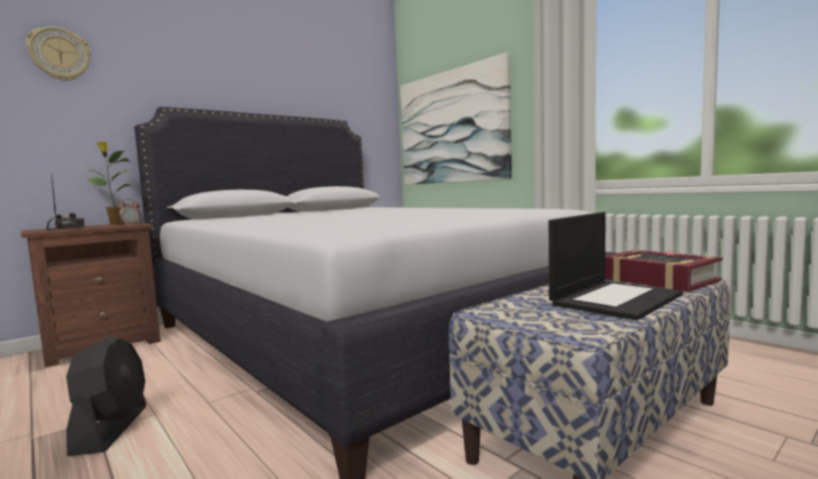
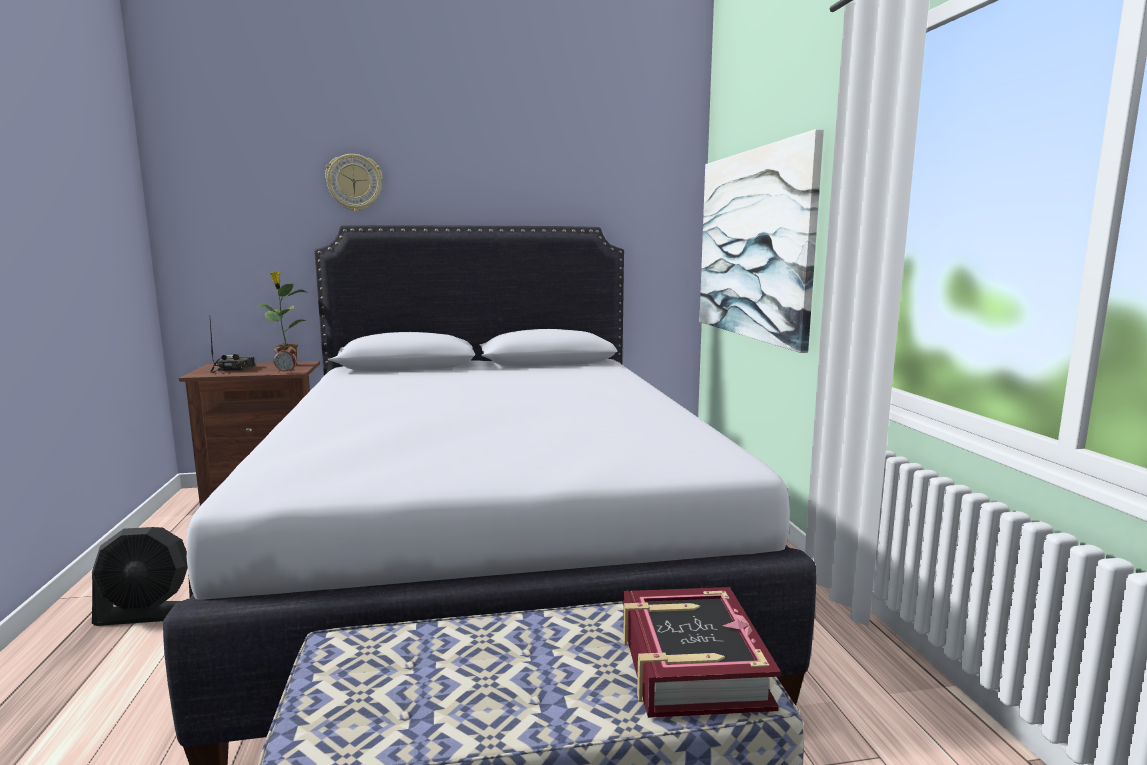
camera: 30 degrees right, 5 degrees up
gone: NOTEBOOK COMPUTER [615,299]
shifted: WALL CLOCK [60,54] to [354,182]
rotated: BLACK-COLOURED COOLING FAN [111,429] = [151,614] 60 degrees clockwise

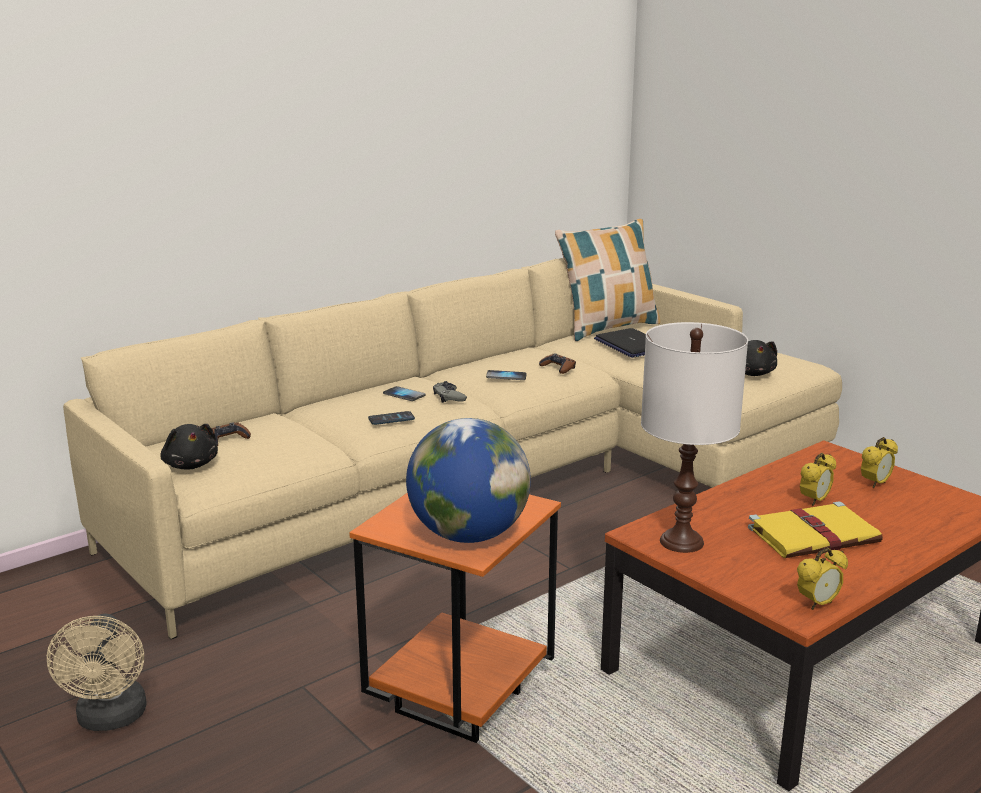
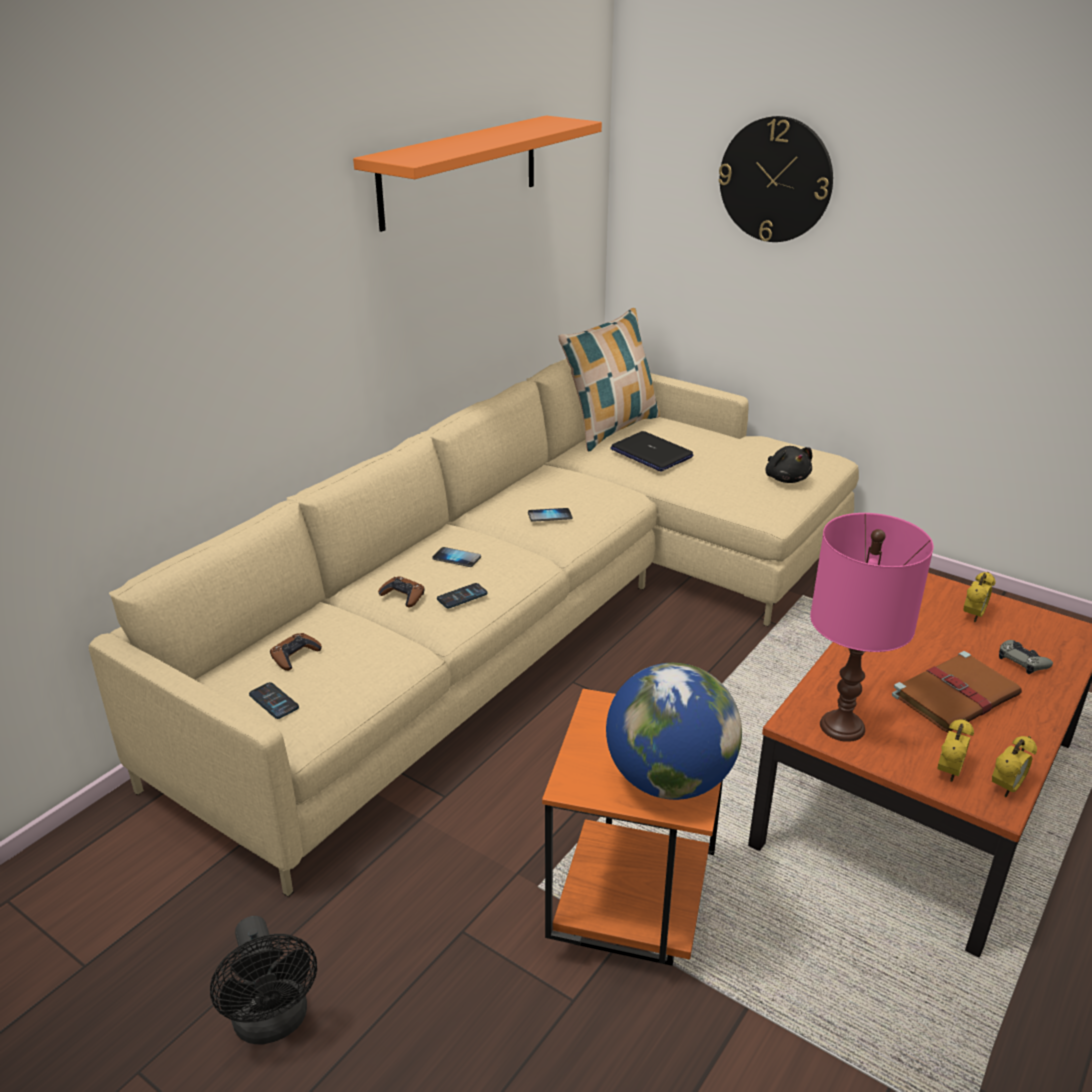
camera: 15 degrees left, 10 degrees up
new: ORANGEY WALL SHELF [460,171]; WALL CLOCK [775,180]
shifted: GREY GAME CONTROLLER [449,397] to [1022,661]; BROWN GAME CONTROLLER [558,368] to [403,596]; TABLE CLOCK [814,501] to [949,772]
swapped: BLACK-COLOURED PLUSH TOY [191,465] to HANDSET [274,701]
repainted: BEIGE-COLOURED COOLING FAN [111,719] to BLACK-COLOURED COOLING FAN [273,1023]; WHITE LAMP FOR A TABLE [681,542] to PINKISH LAMP FOR A TABLE [841,727]; YELLOWISH BOUND BOOK [815,535] to BROWN BOUND BOOK [956,695]

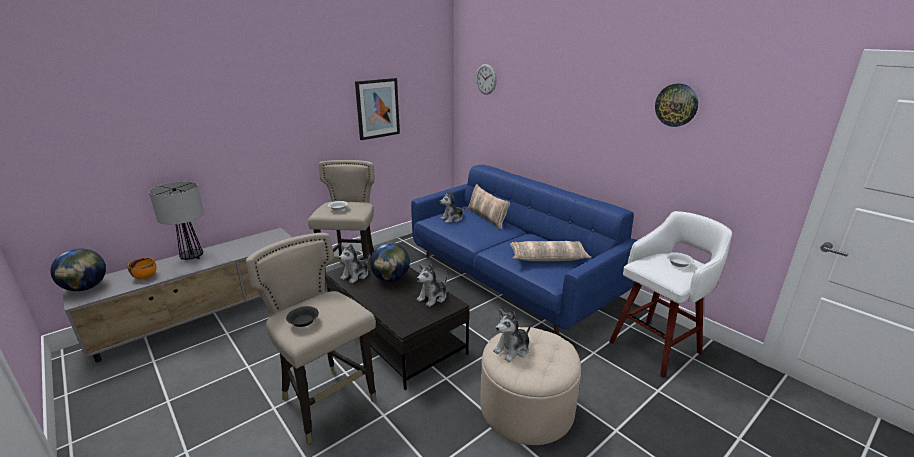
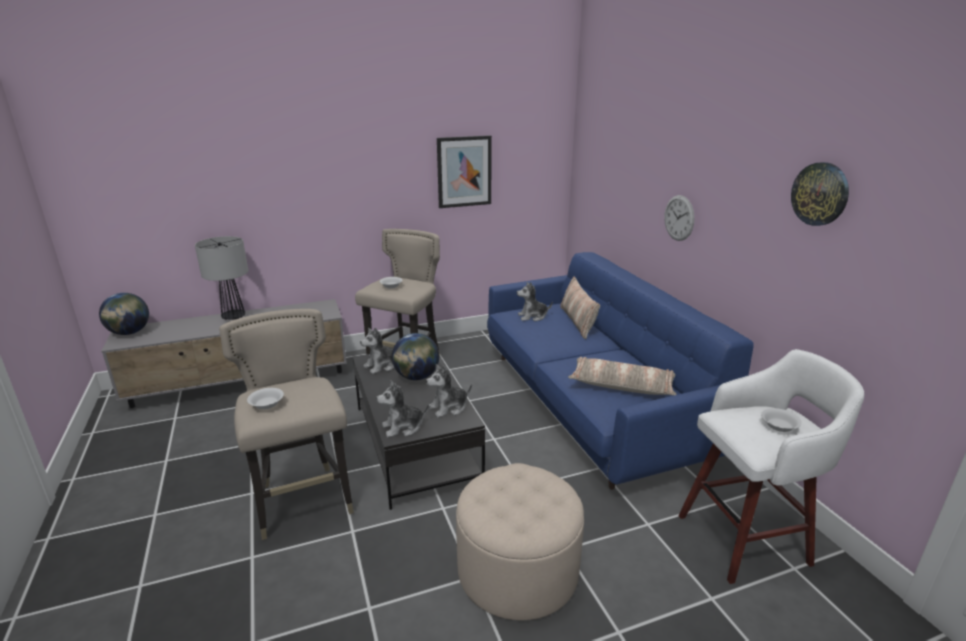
camera: 20 degrees right, 0 degrees up
gone: ORANGEY BOWL [145,276]
shifted: WALL CLOCK [486,79] to [679,218]; PLUSH TOY [512,349] to [403,427]
repainted: BLACK-COLOURED BOWL [304,322] to WHITE BOWL [267,404]

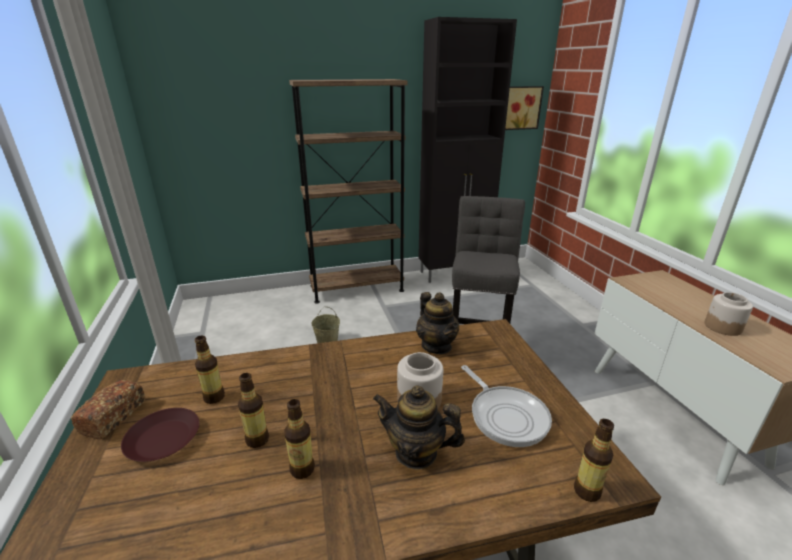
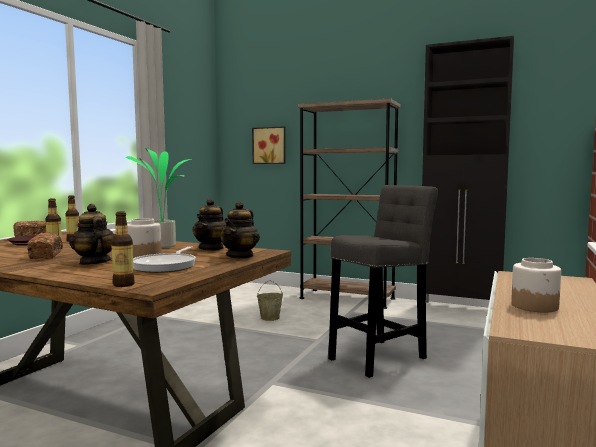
camera: 40 degrees right, 20 degrees down
new: PLANT IN A POT [163,246]; TEA POT [240,256]
shifted: WALL ART [520,108] to [269,145]
swapped: DRINK BOTTLE [302,469] to BAKERY BREAD [46,255]

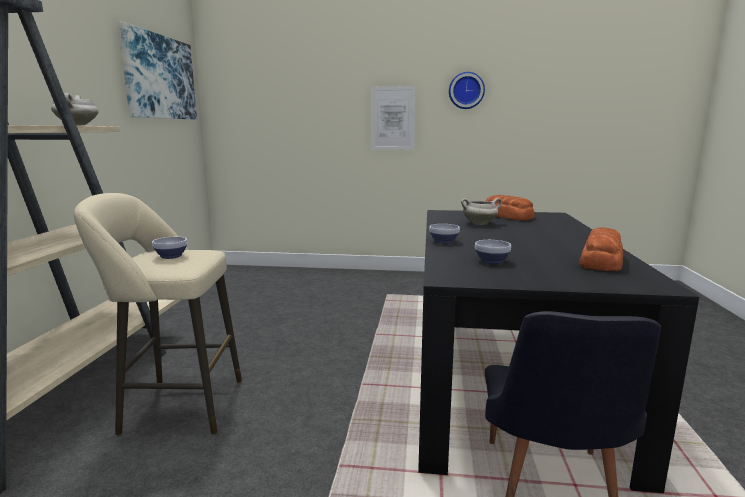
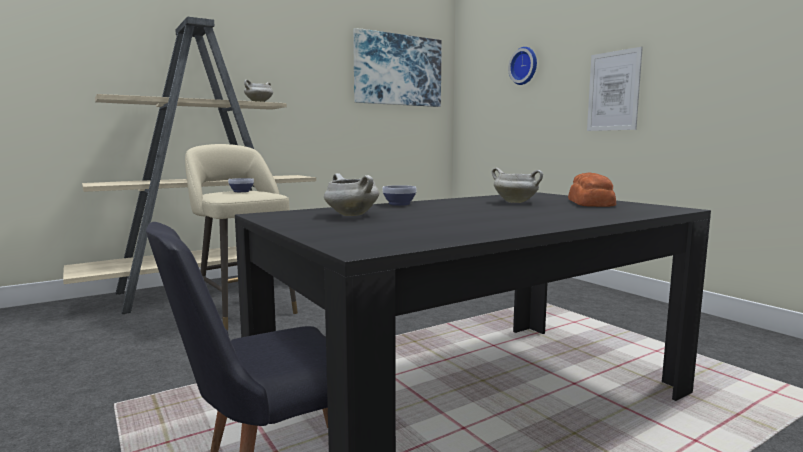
camera: 50 degrees right, 5 degrees down
gone: BAKERY BREAD [601,261]
shifted: WALL CLOCK [466,90] to [525,66]
swapped: BOWL [491,261] to WHITE COOKING POT [350,215]

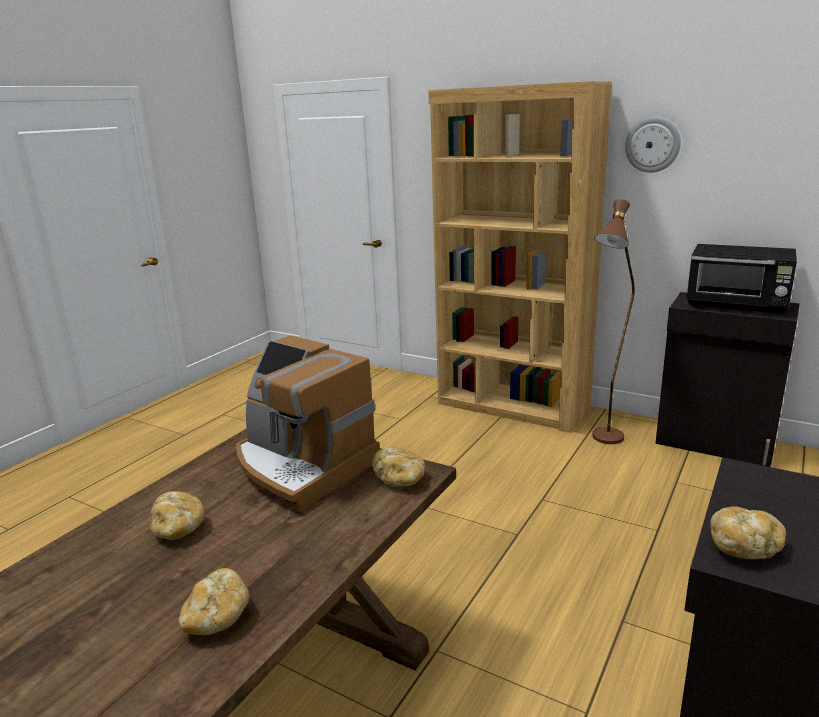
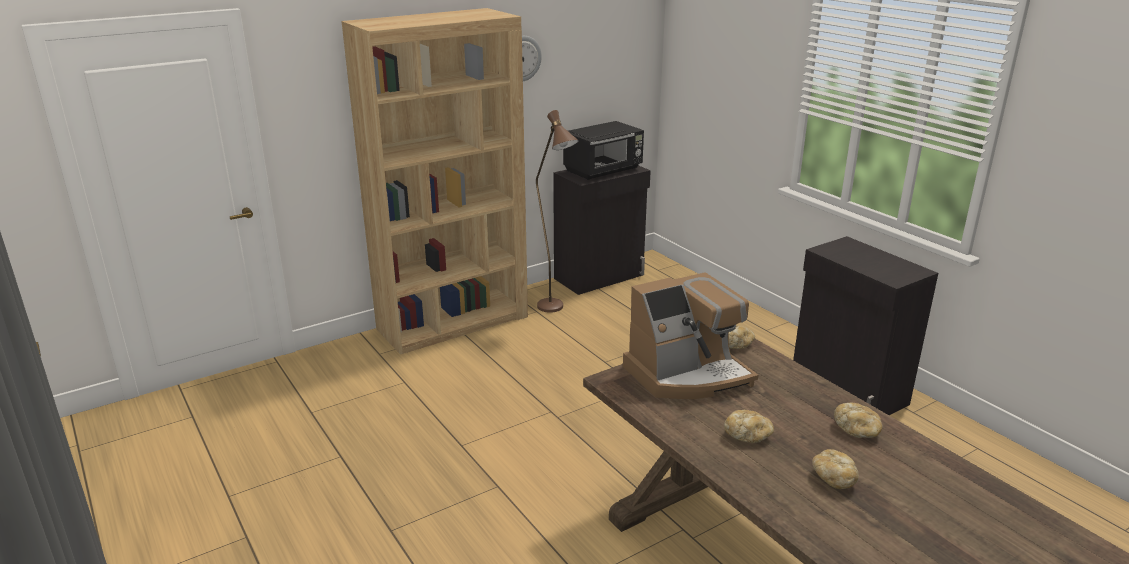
camera: 65 degrees left, 5 degrees up
shifted: BAKERY BREAD [744,547] to [834,478]

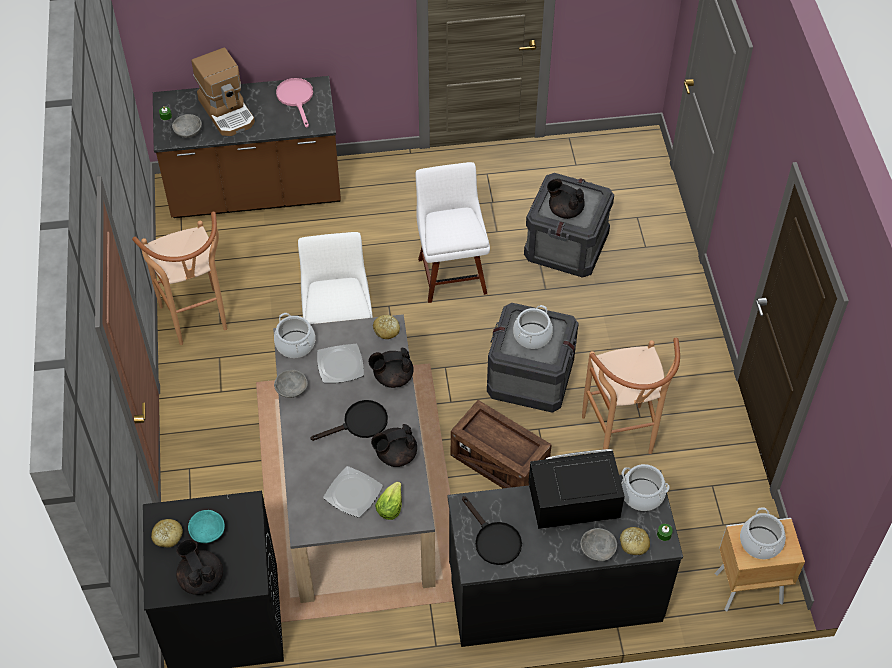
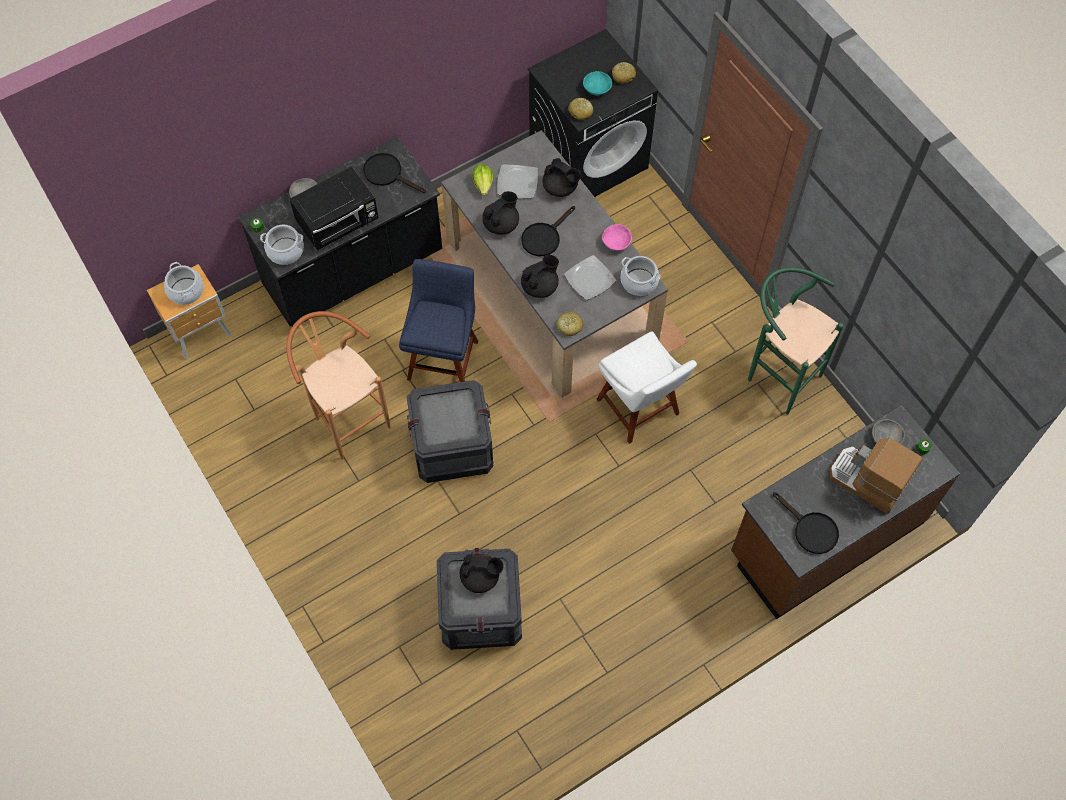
camera: 155 degrees right, 10 degrees up
gone: WHITE UPRIGHT CHAIR [451,273]; COOKING POT [532,336]
shifted: BLACK-COLOURED TEA POT [201,578] to [561,188]; BAKERY BREAD [634,544] to [580,112]
swapped: SHIPPING CRATE [499,462] to BLUISH UPRIGHT CHAIR [444,356]
repainted: BROWN STOOL SEAT [197,322] to GREENISH STOOL SEAT [777,375]; GREY BOWL [291,390] to PINKISH BOWL [616,242]; PINKISH PAN [296,98] to BLACK-COLOURED PAN [810,529]

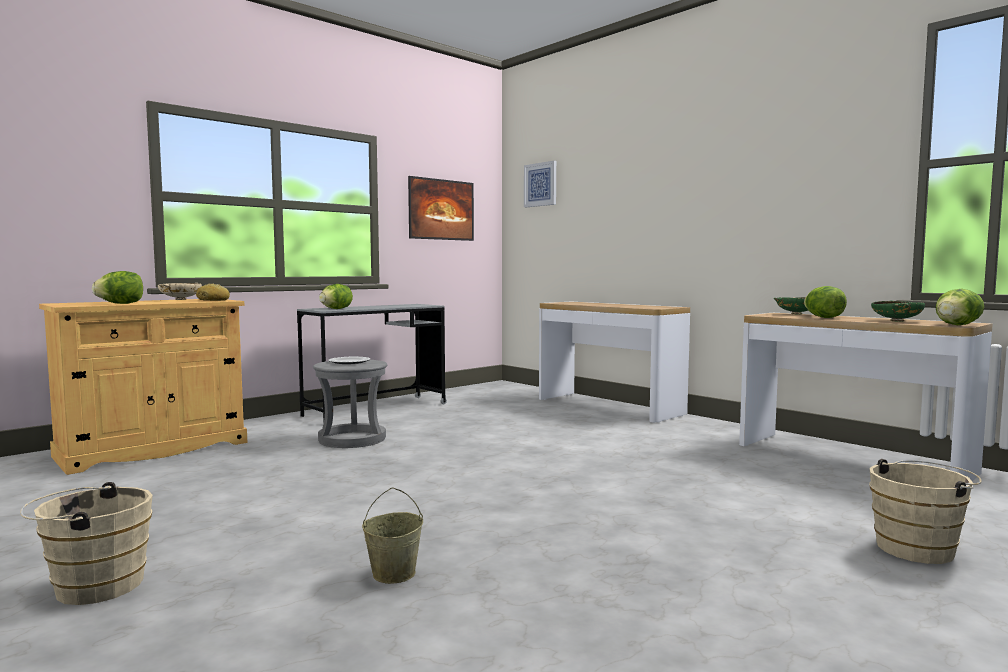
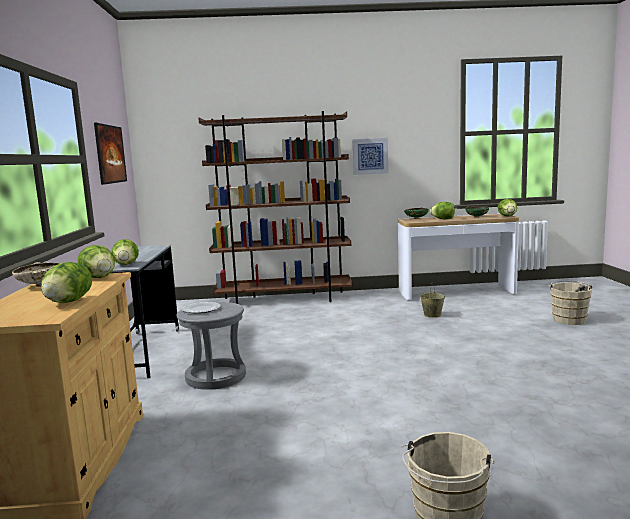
camera: 50 degrees left, 5 degrees up
shifted: BEIGE-COLOURED PAIL [394,573] to [432,315]; WALL ART [540,184] to [370,156]
swapped: BAKERY BREAD [213,300] to HEAD OF LETTUCE [99,278]; CONSOLE TABLE [608,407] to BROWN BOOKCASE [284,299]

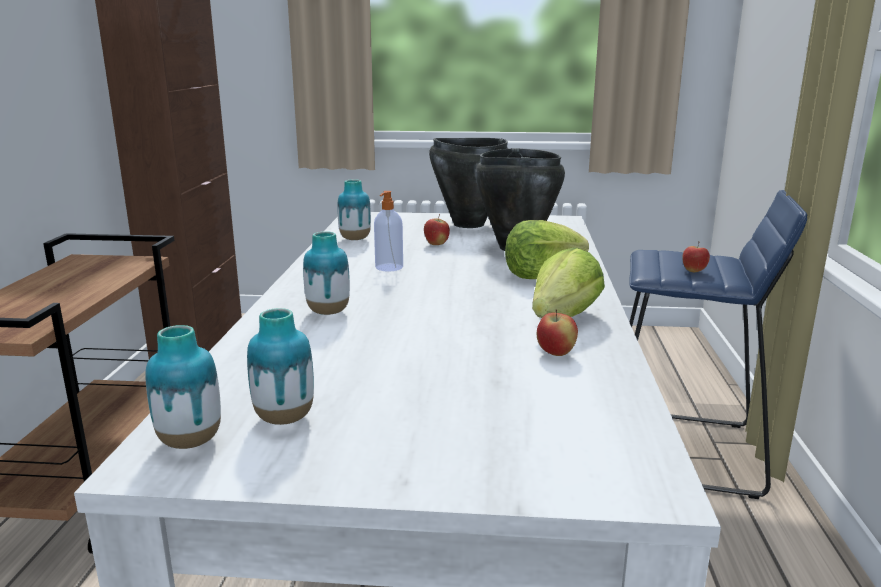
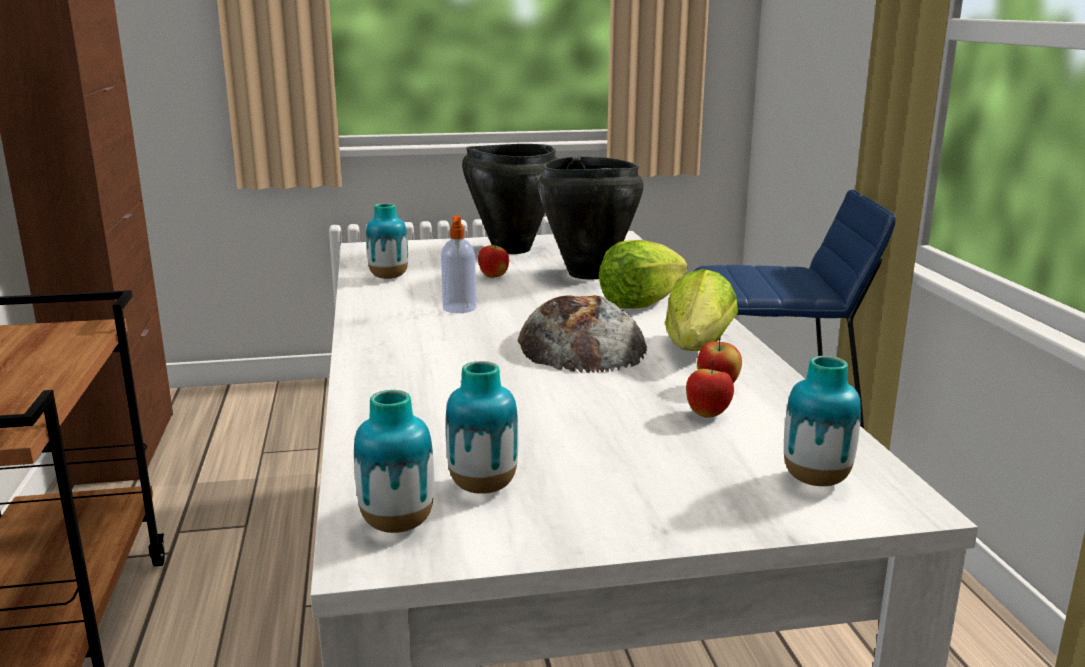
camera: 15 degrees left, 0 degrees up
new: BAKERY BREAD [580,344]
shifted: DECORATIVE VASE [328,312] to [816,480]; APPLE [693,271] to [707,415]

